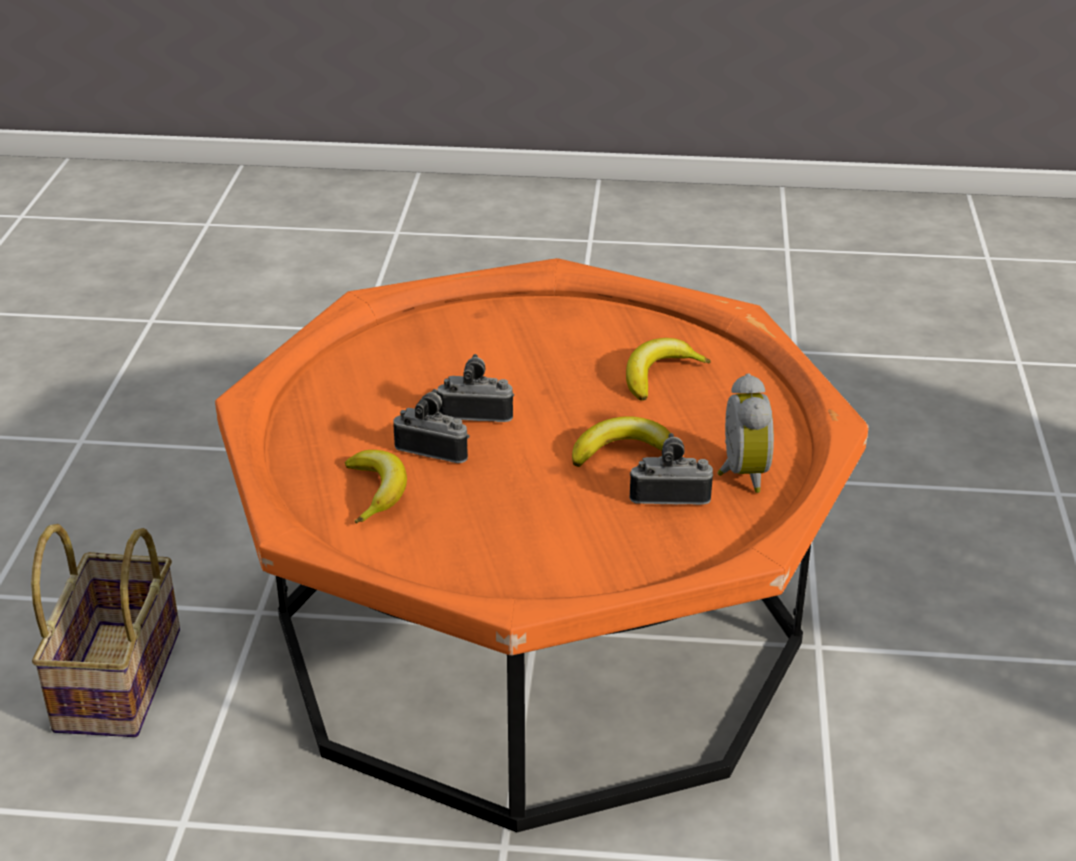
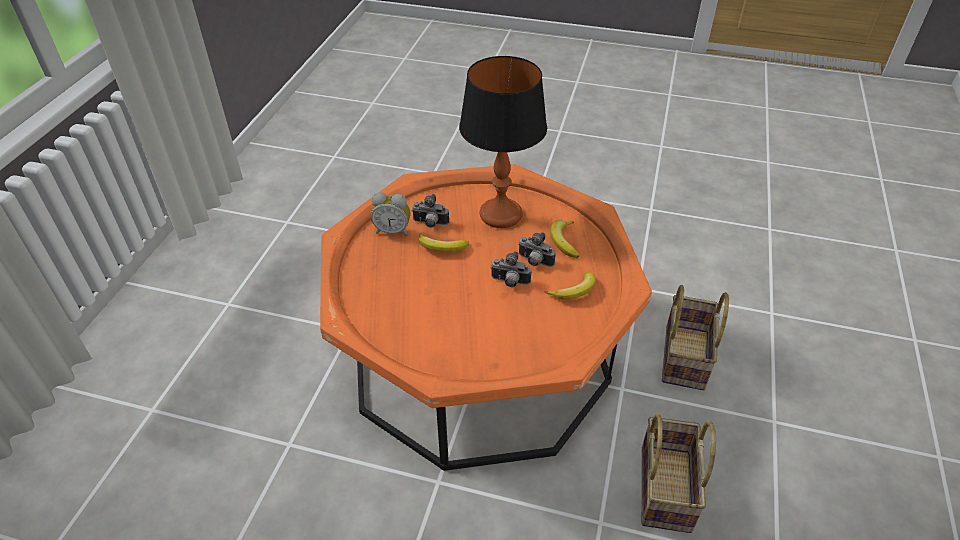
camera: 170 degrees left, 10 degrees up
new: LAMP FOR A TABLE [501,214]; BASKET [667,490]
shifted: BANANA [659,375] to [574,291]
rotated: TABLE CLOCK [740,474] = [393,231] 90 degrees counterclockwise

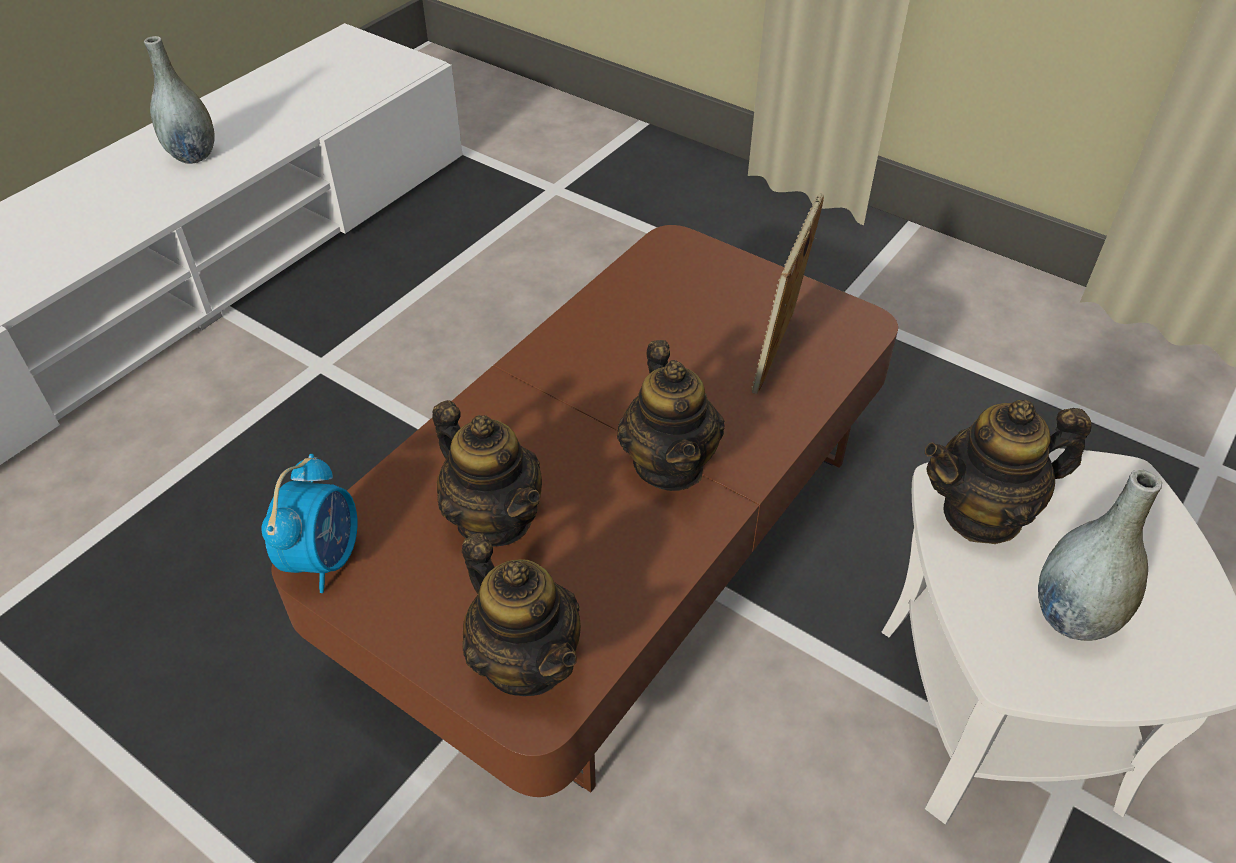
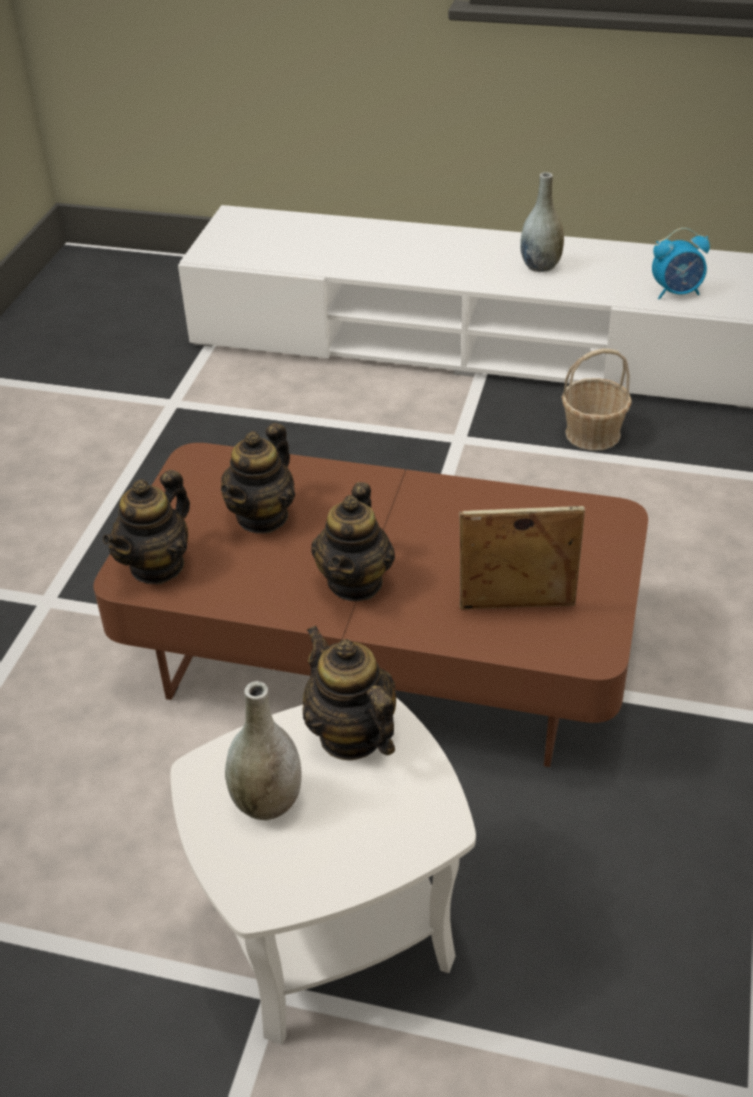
camera: 70 degrees right, 5 degrees down
new: BASKET [593,434]
shifted: TABLE CLOCK [324,558] to [676,293]
rotated: TEA POT [669,465] = [355,582] 45 degrees counterclockwise

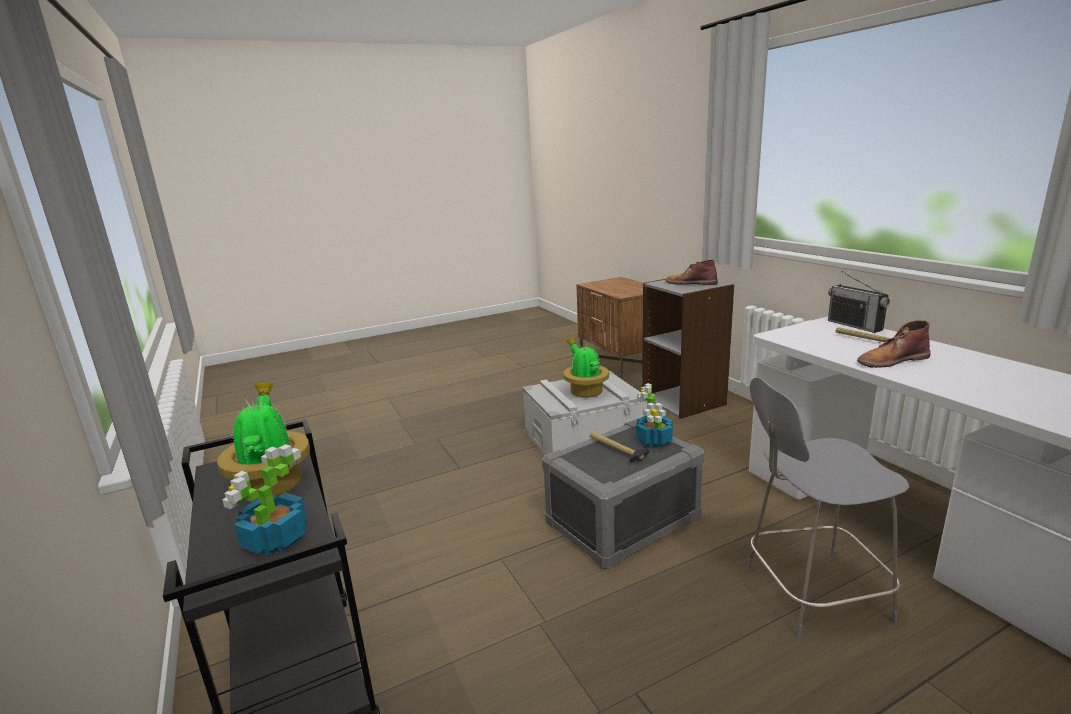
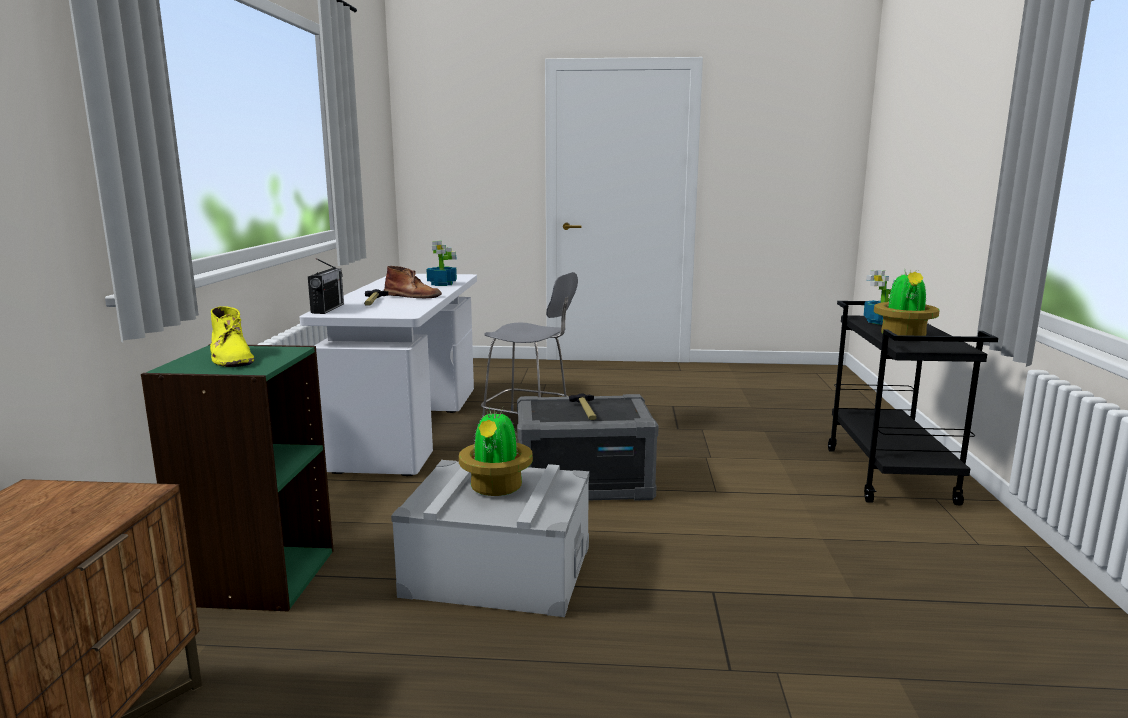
camera: 150 degrees left, 5 degrees down
shifted: PLANT IN A POT [654,441] to [442,284]
repainted: GREY BOOKCASE [684,401] to GREENISH BOOKCASE [258,576]; BROWN TALL BOOT [690,283] to YELLOWISH TALL BOOT [231,357]

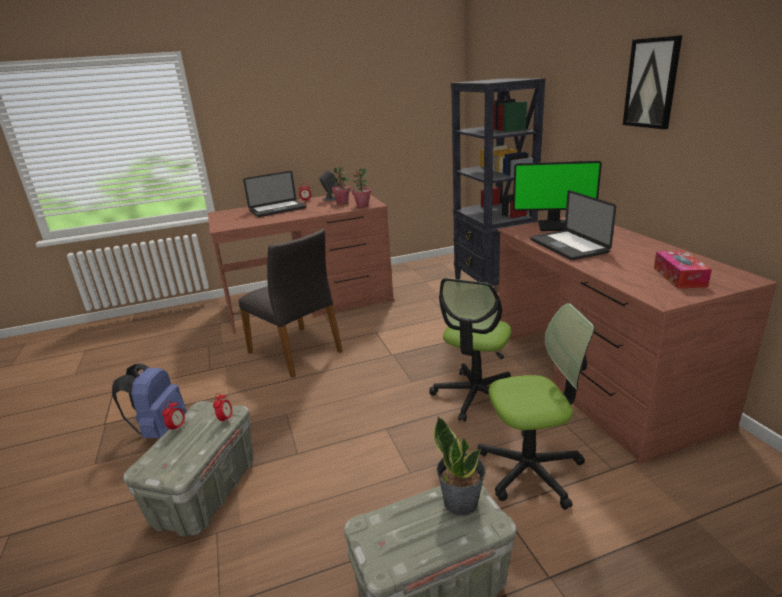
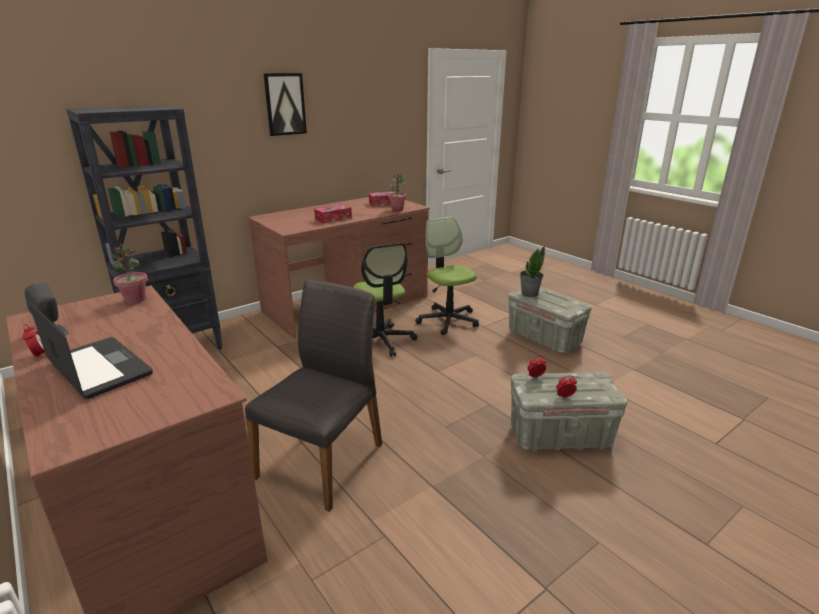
camera: 110 degrees left, 0 degrees up
gone: BLUISH BACKPACK [160,430]; COMPUTER DISPLAY [554,226]
shifted: PLANT IN A POT [342,202] to [397,209]
swapped: NOTEBOOK COMPUTER [568,246] to BOX OF TISSUES [333,219]
rotated: COMPUTER CHAIR [475,396] = [381,341] 60 degrees clockwise

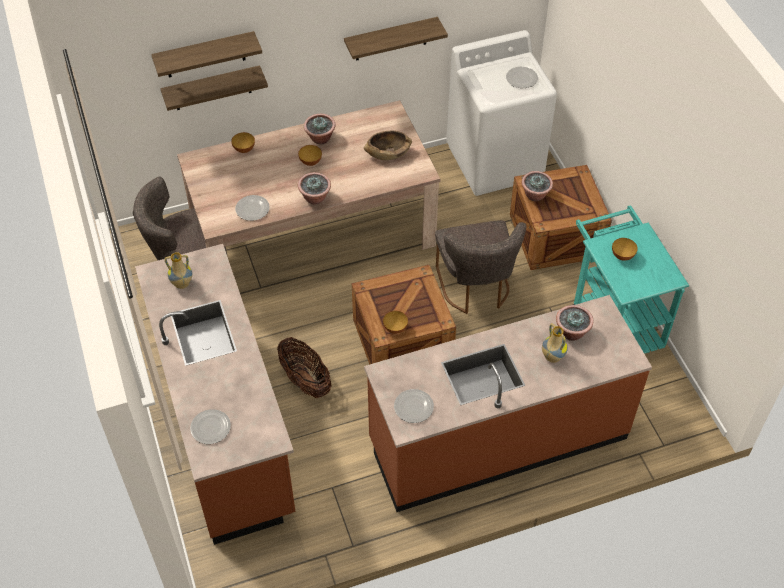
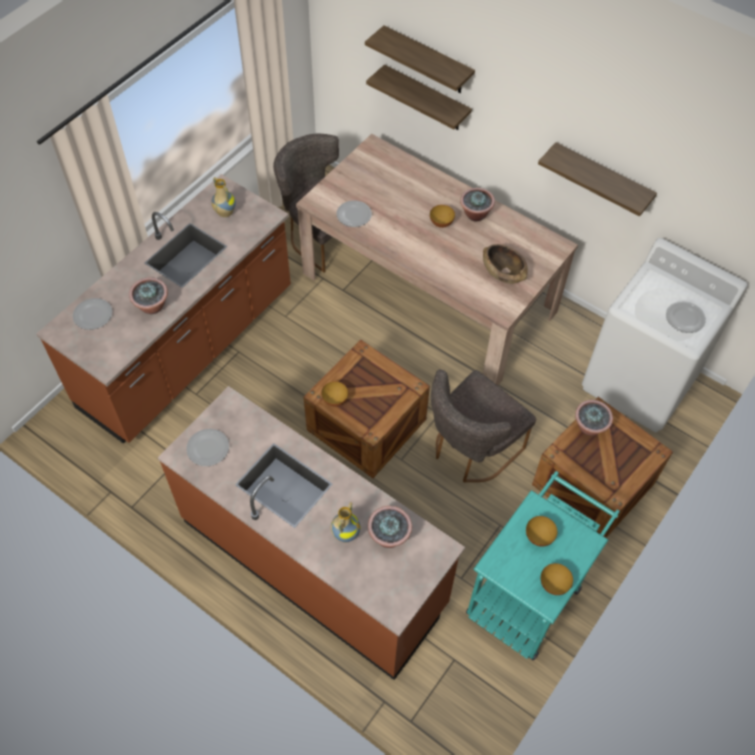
camera: 55 degrees right, 5 degrees up
gone: BASKET [305,380]
shifted: BOWL [244,149] to [553,585]; PLANT IN A POT [315,198] to [152,306]

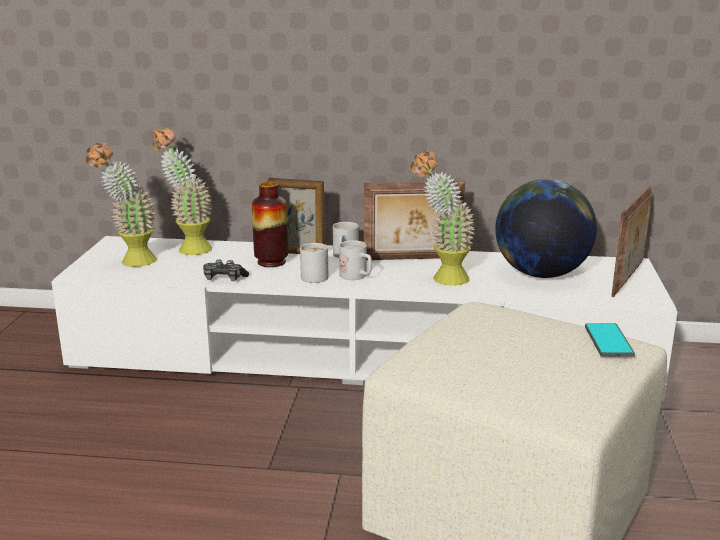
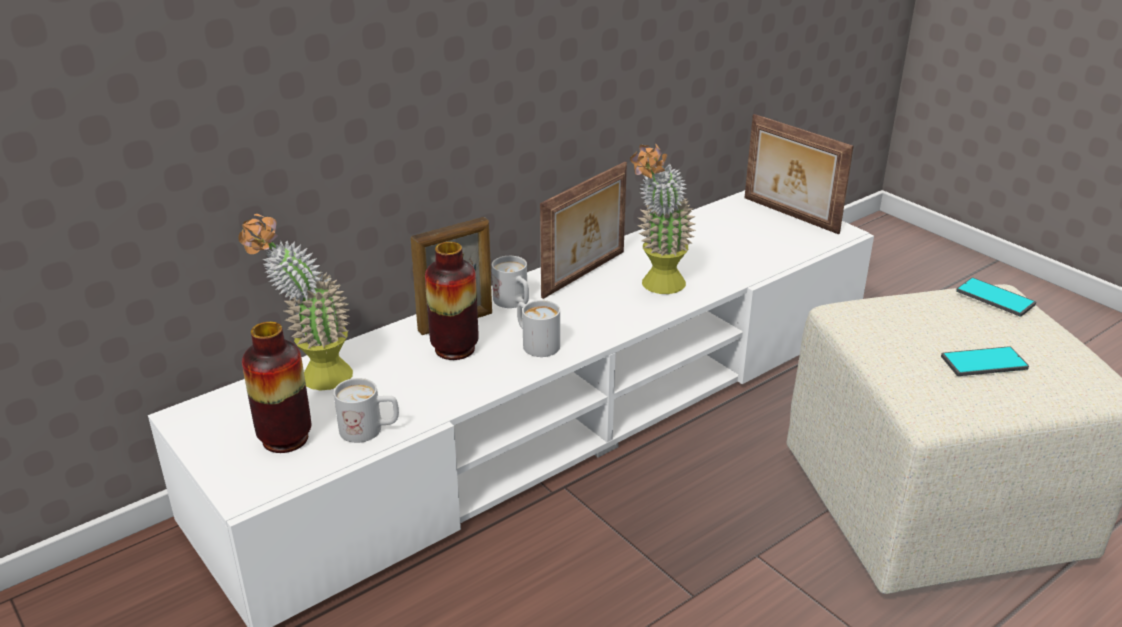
camera: 45 degrees left, 10 degrees up
gone: GAME CONTROLLER [224,279]; GLOBE [541,274]
new: HANDSET [984,363]
shifted: WHITE TEA MUG [357,277] to [370,430]
swapped: PLANT IN A POT [130,263] to DECORATIVE VASE [285,439]
rotated: STANDING FRAME [628,279] = [789,216] 150 degrees clockwise

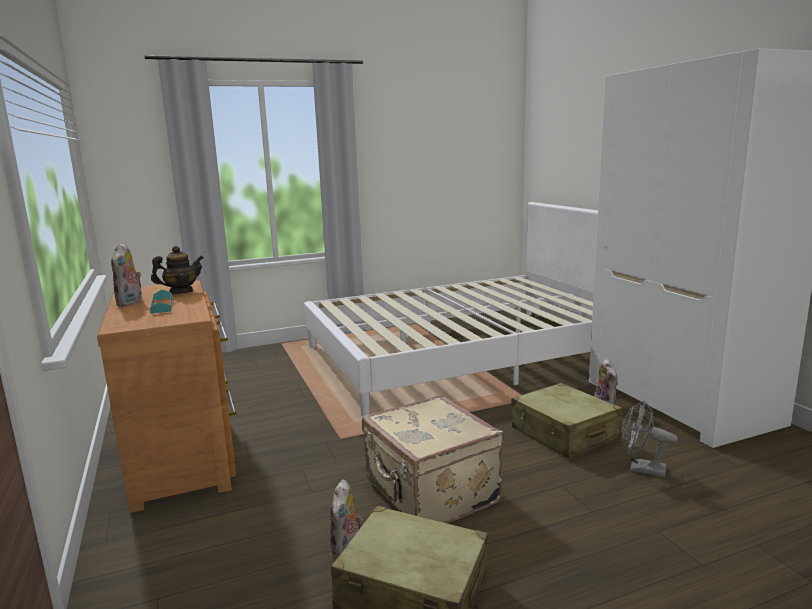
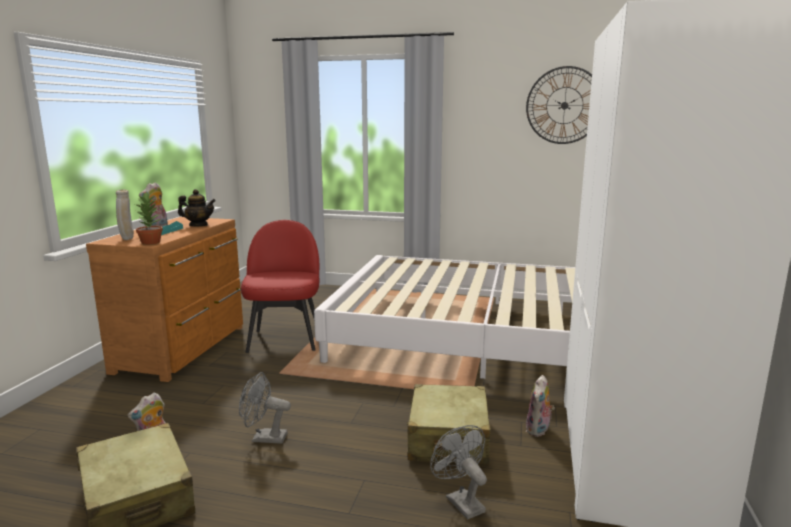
camera: 35 degrees right, 0 degrees up
new: BEIGE-COLOURED DECORATIVE VASE [127,239]; PLANT IN A POT [151,242]; RED-COLOURED UPRIGHT CHAIR [285,340]; WALL CLOCK [564,105]
swapped: BEIGE-COLOURED PIECE OF LUGGAGE [430,493] to GREY COOLING FAN [264,438]

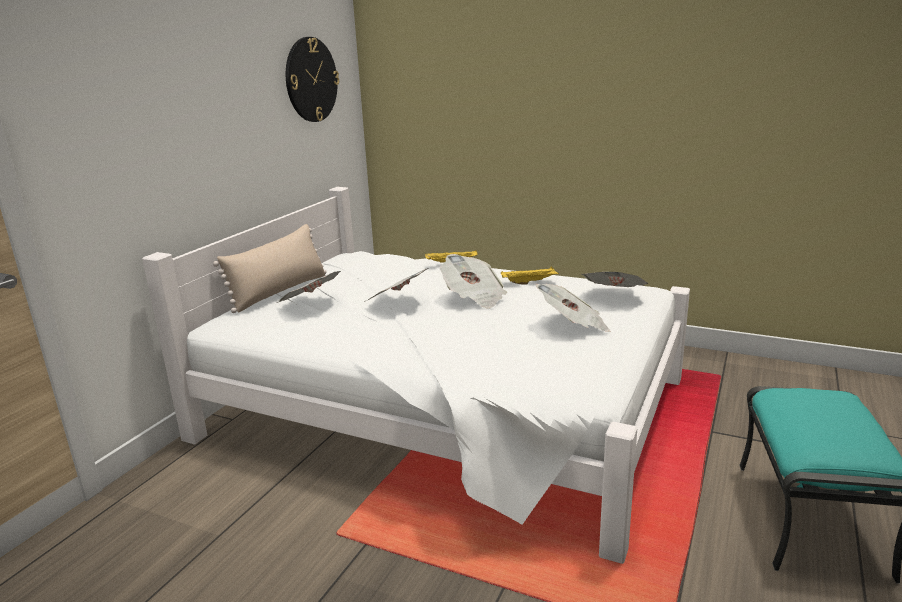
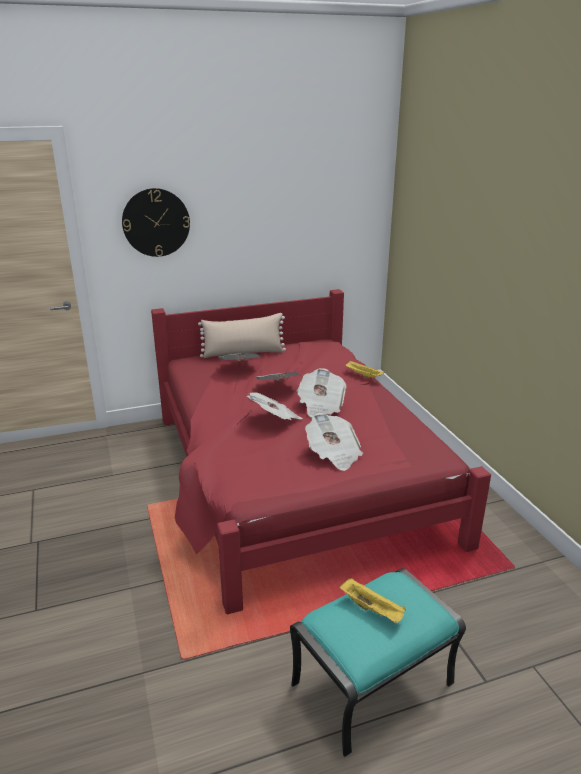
camera: 45 degrees right, 5 degrees up
shifted: WALL CLOCK [311,80] to [156,222]; YELLOWISH TRAY [530,282] to [372,609]; PRINTED PAPER [614,296] to [275,419]
repainted: WHITE BED [446,410] to RED-COLOURED BED [294,476]

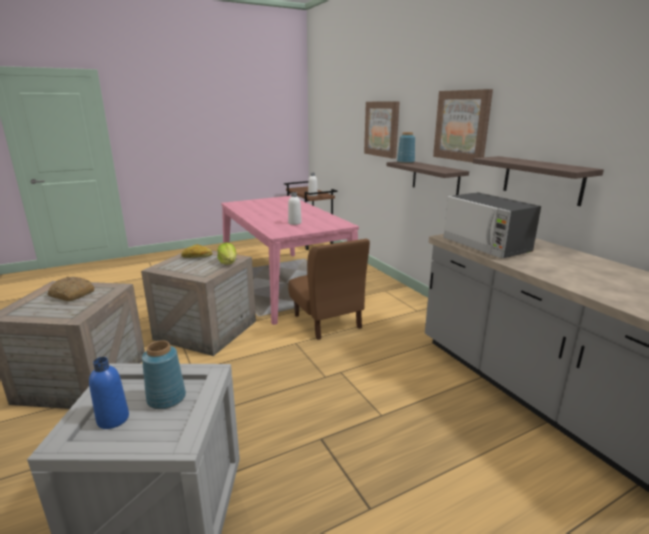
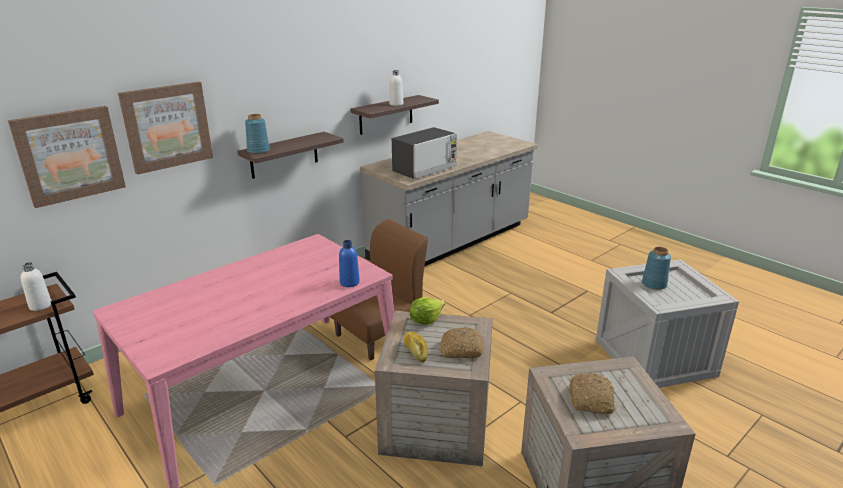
camera: 105 degrees left, 5 degrees up
new: BAKERY BREAD [461,349]
shifted: BLUISH DRINK BOTTLE [113,419] to [349,282]; WHITE DRINK BOTTLE [294,223] to [396,104]; WALL ART [462,125] to [69,155]

